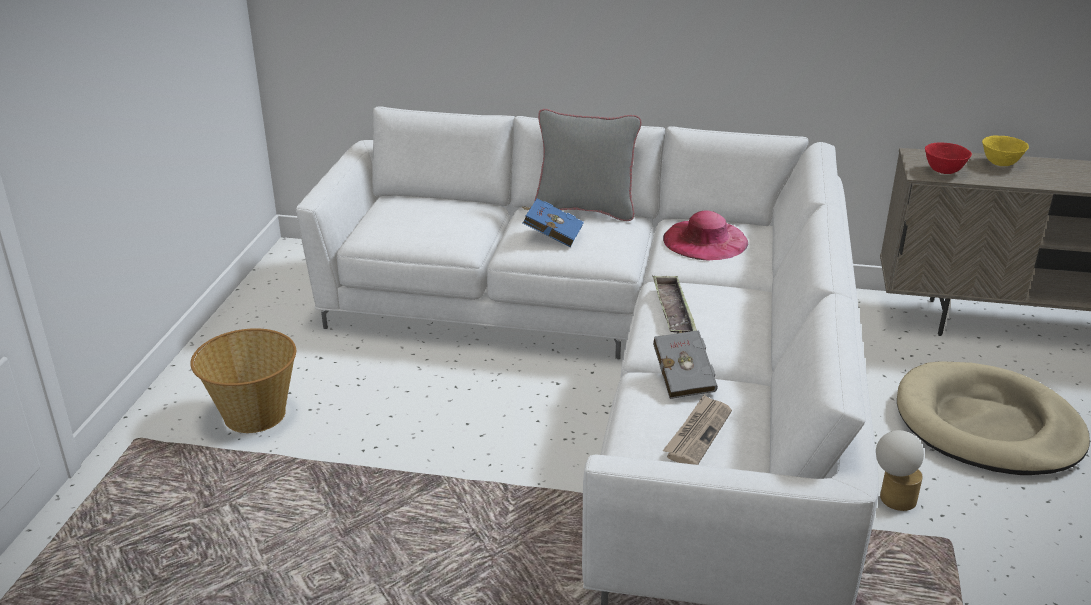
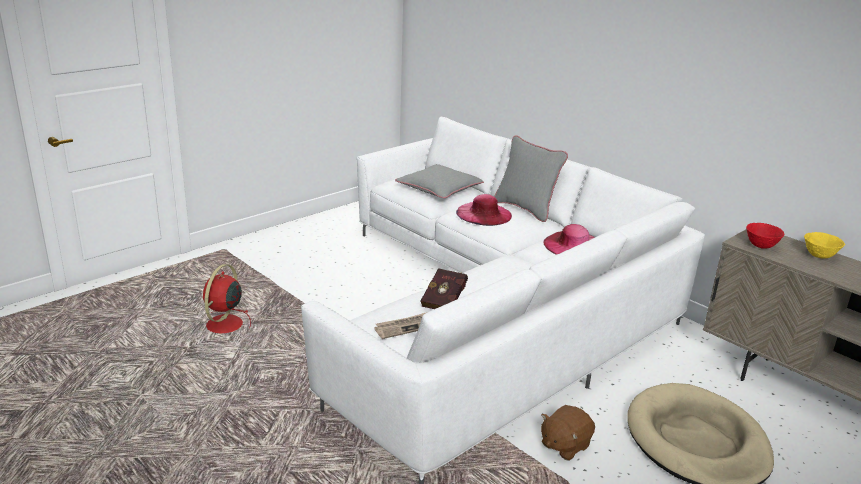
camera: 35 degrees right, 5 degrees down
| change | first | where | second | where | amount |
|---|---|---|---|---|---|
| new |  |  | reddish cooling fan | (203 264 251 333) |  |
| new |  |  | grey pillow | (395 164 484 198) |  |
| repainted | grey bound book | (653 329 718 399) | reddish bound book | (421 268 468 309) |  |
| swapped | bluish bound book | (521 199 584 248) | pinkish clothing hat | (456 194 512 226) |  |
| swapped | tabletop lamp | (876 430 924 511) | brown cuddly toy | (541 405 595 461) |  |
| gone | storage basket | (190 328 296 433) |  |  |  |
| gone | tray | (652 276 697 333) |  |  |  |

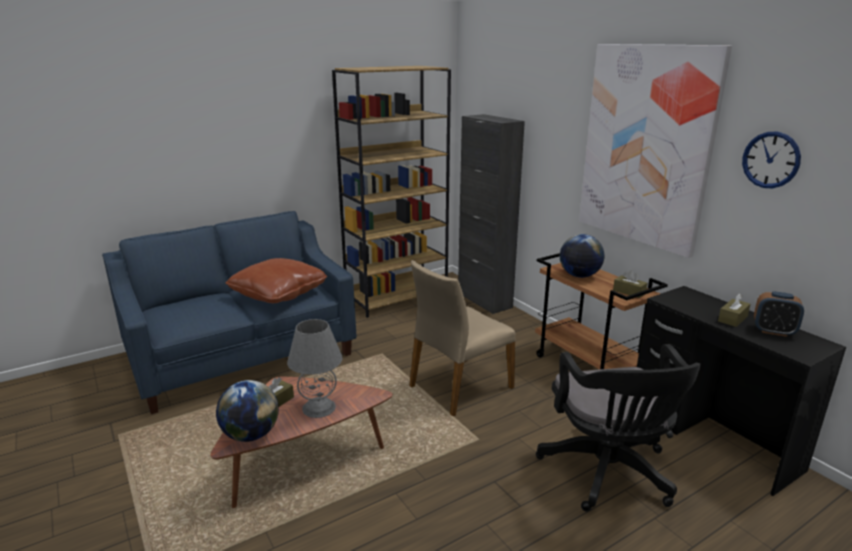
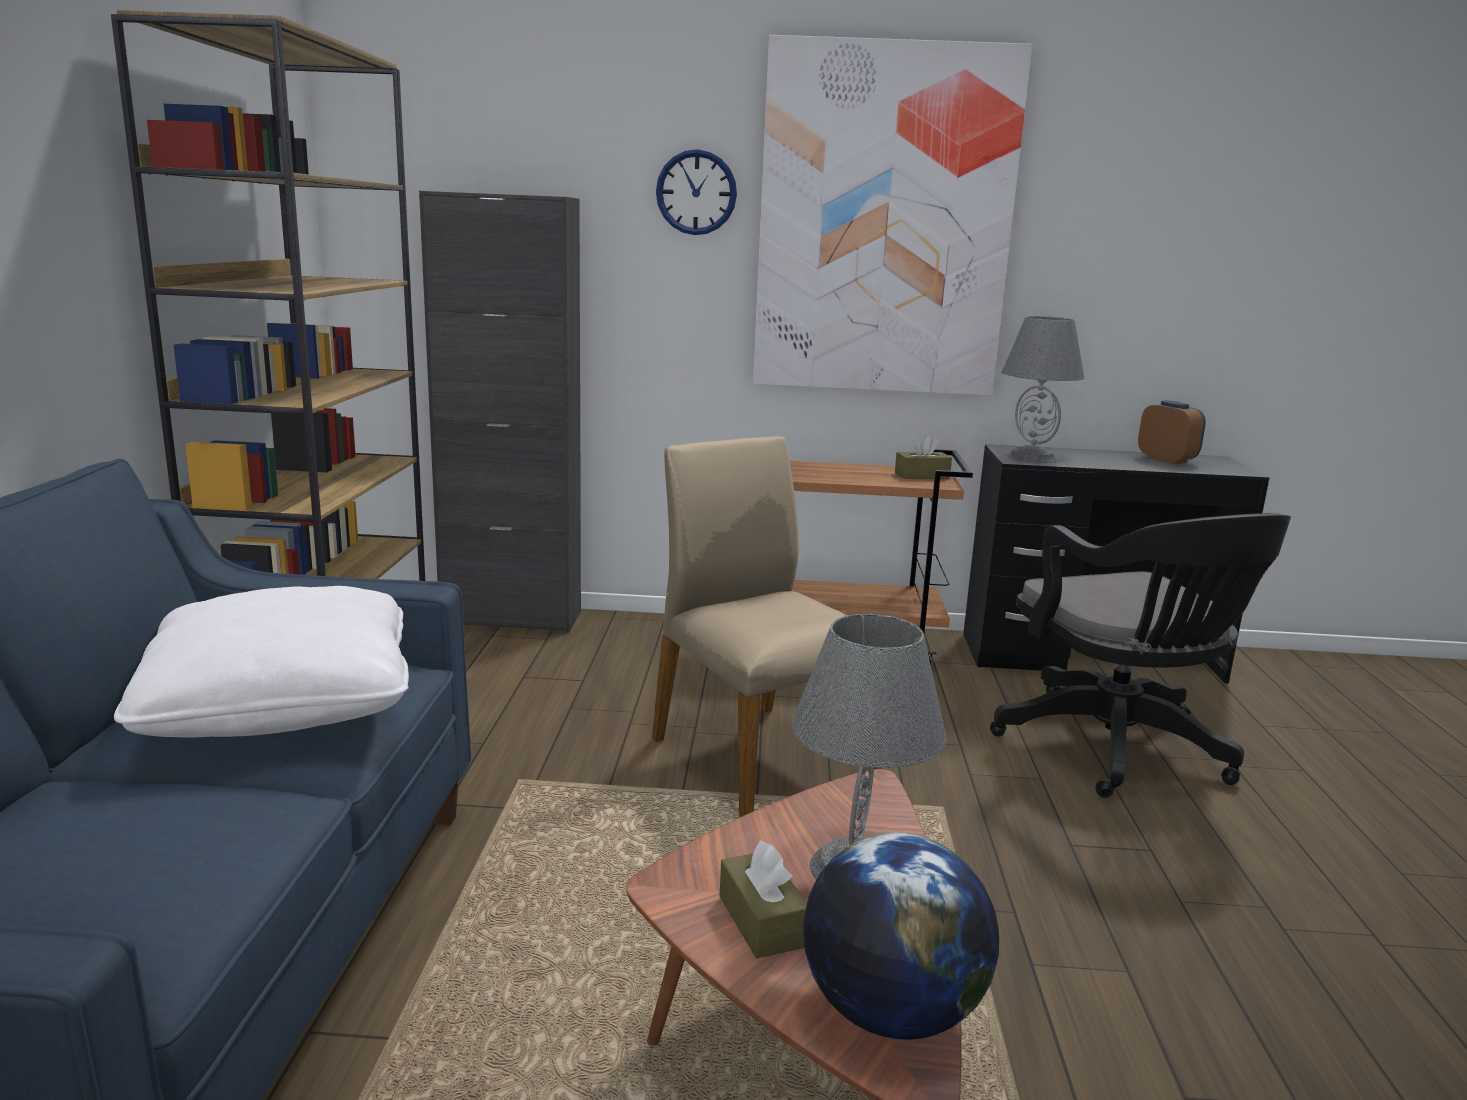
camera: 55 degrees left, 5 degrees down
| change | first | where | second | where | amount |
|---|---|---|---|---|---|
| repainted | brown pillow | (226 258 327 303) | whitish pillow | (114 586 409 738) |  |
| rotated | beige plain chair | (409 260 515 416) |  | (652 436 882 817) | 150 degrees clockwise |
| shifted | hanging clock | (742 131 801 188) |  | (656 149 737 235) |  |
| rotated | black-coloured office chair | (536 344 701 512) |  | (990 513 1291 798) | 45 degrees clockwise |
| new |  |  | grey tabletop lamp | (1002 316 1085 463) |  |
| rotated | alarm clock | (754 292 804 337) |  | (1138 400 1206 464) | 90 degrees counterclockwise |
| gone | globe | (560 234 604 278) |  |  |  |
| gone | brown tissue box | (718 293 751 327) |  |  |  |

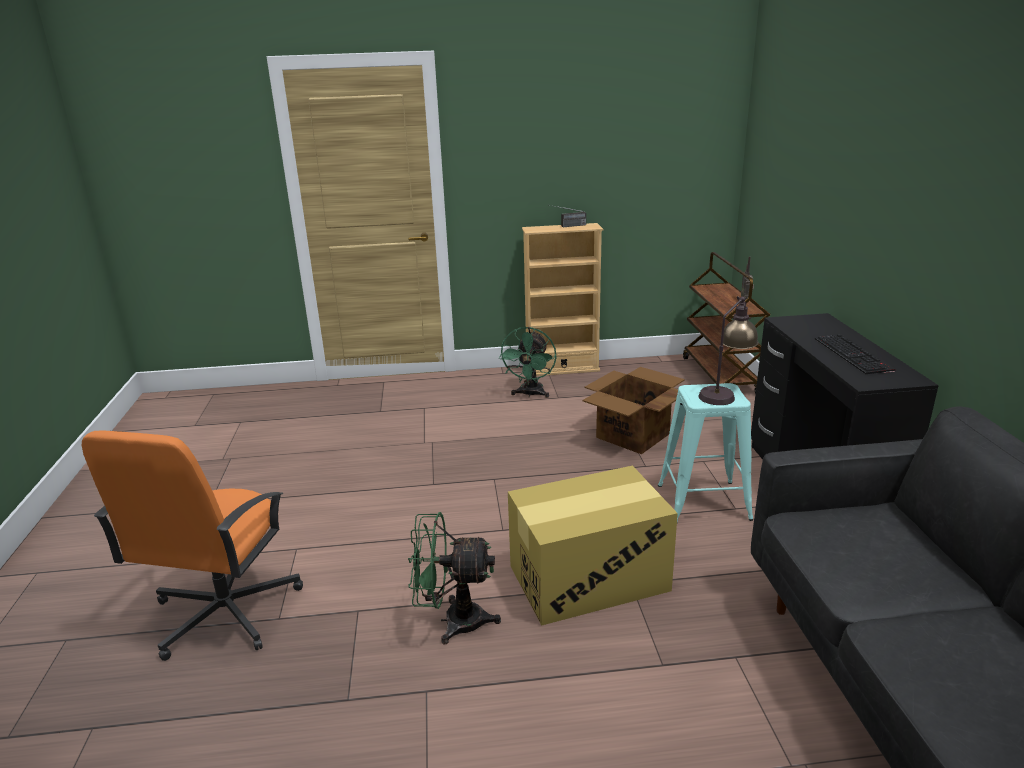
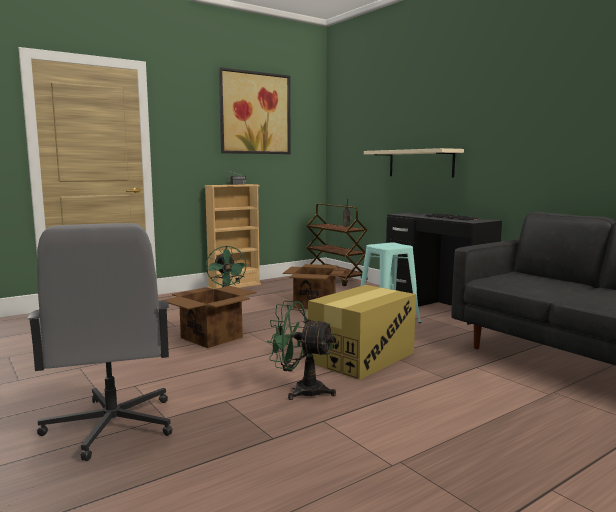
camera: 30 degrees left, 15 degrees down
| change | first | where | second | where | amount |
|---|---|---|---|---|---|
| repainted | orange-coloured office chair | (82 430 303 661) | grey office chair | (27 223 172 461) |  |
| new |  |  | packing box | (165 286 257 348) |  |
| new |  |  | wall art | (219 67 291 154) |  |
| rotated | green-coloured cooling fan | (408 512 501 645) |  | (267 301 336 400) | 45 degrees clockwise |
| new |  |  | beige wall shelf | (364 148 464 178) |  |
| gone | tabletop lamp | (698 296 759 405) |  |  |  |

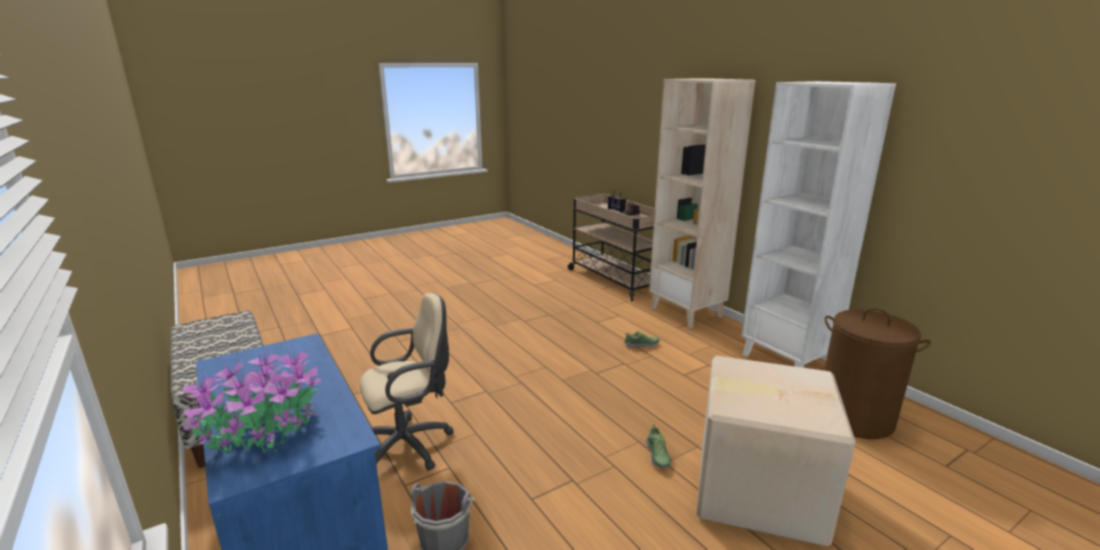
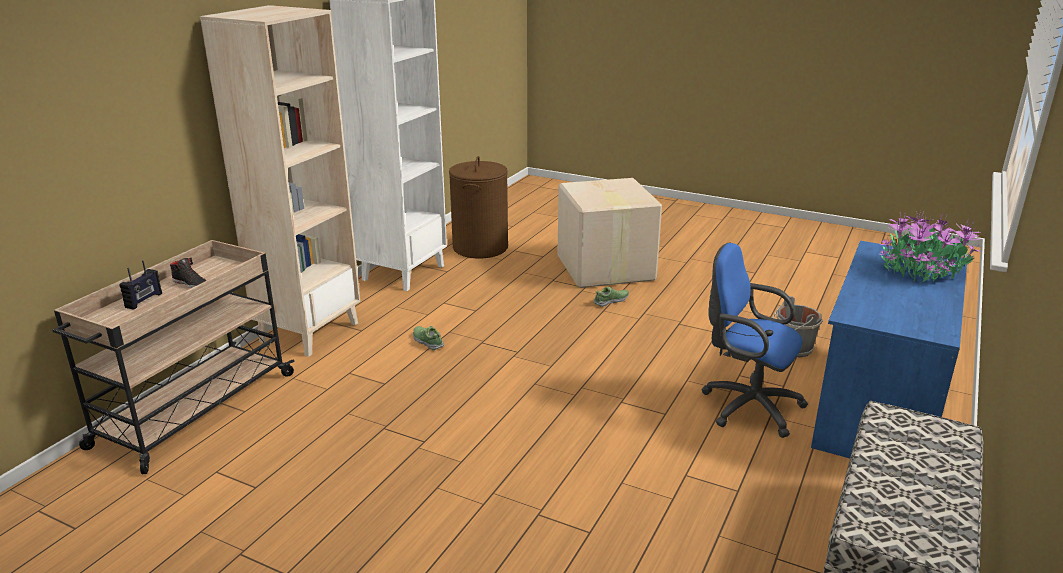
camera: 120 degrees left, 5 degrees up
| change | first | where | second | where | amount |
|---|---|---|---|---|---|
| repainted | beige office chair | (360 293 454 470) | bluish office chair | (702 243 808 438) |  |

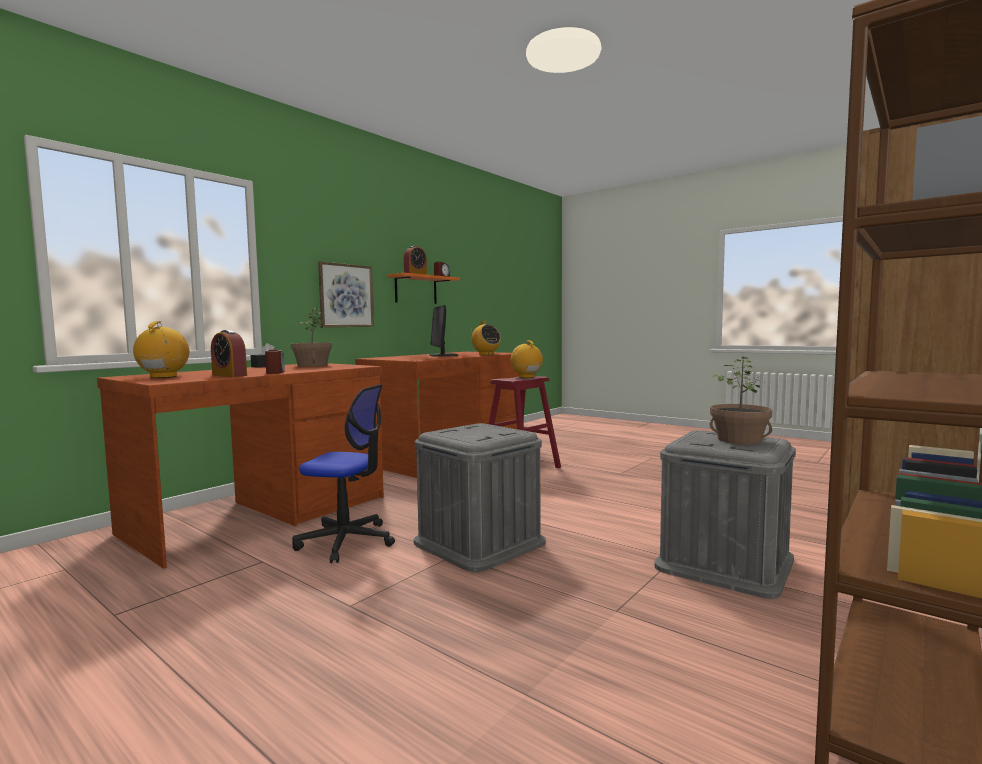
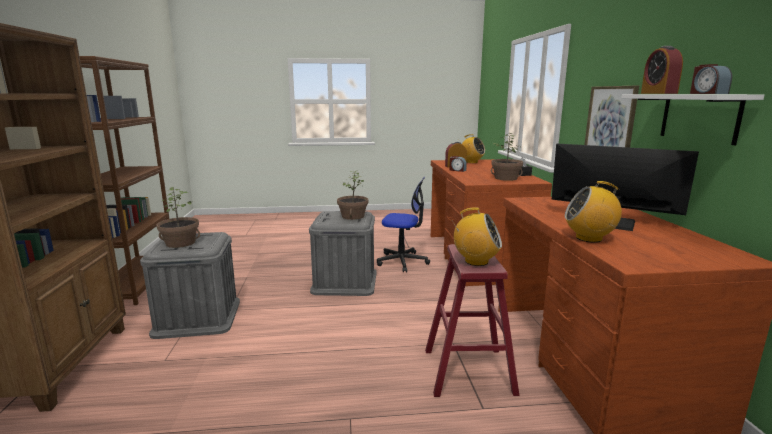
camera: 135 degrees right, 10 degrees up
| change | first | where | second | where | amount |
|---|---|---|---|---|---|
| new |  |  | potted plant | (337 171 368 220) |  |
| rotated | office chair | (292 384 395 563) |  | (377 177 430 273) | 135 degrees counterclockwise |
| repainted | orange-coloured wall shelf | (387 273 460 304) | whitish wall shelf | (621 94 764 145) |  |

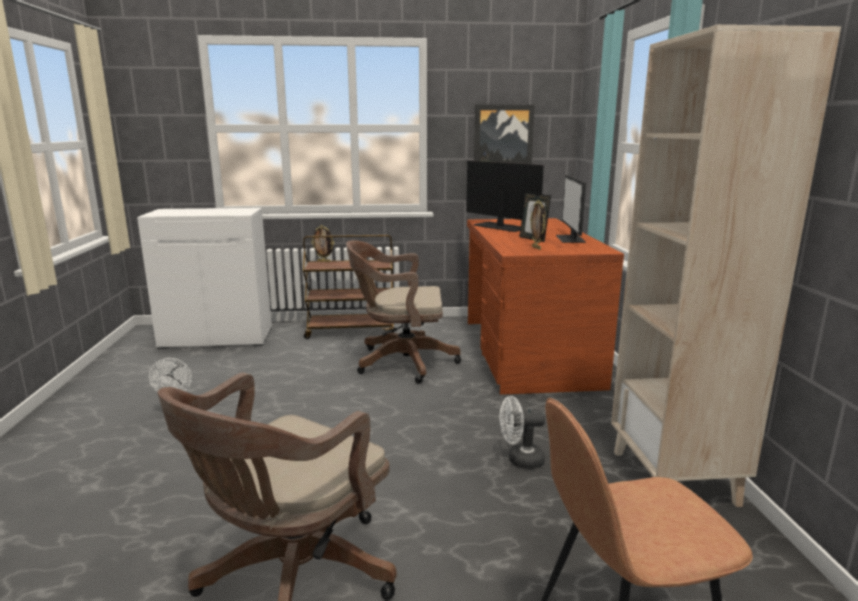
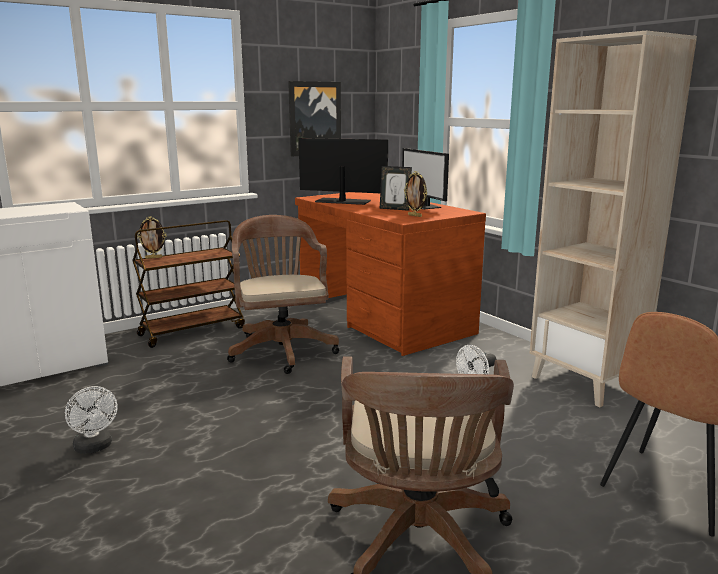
camera: 30 degrees left, 0 degrees up
| change | first | where | second | where | amount |
|---|---|---|---|---|---|
| rotated | brown office chair | (346 240 461 384) |  | (227 215 339 374) | 105 degrees clockwise |

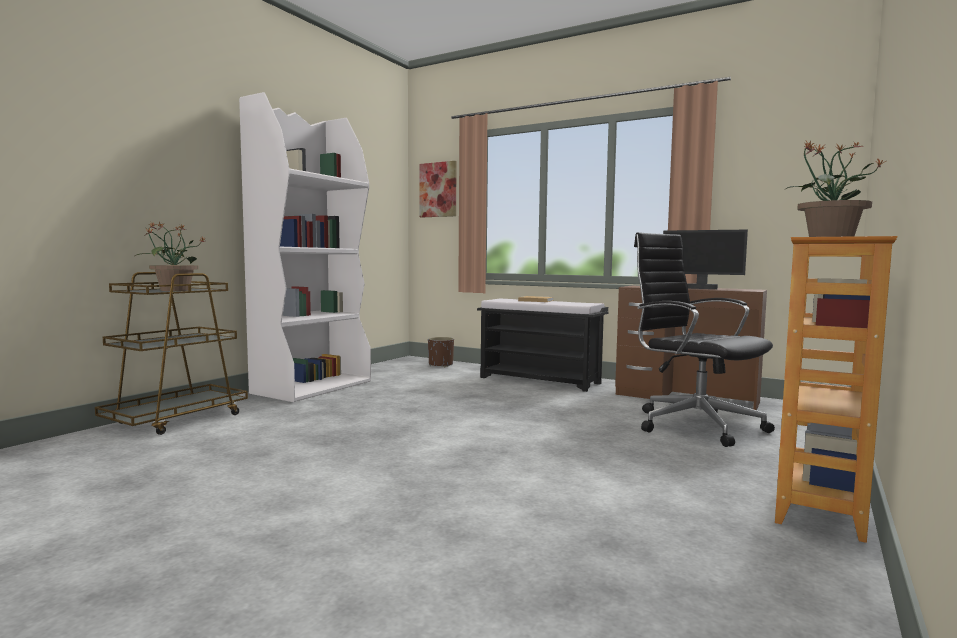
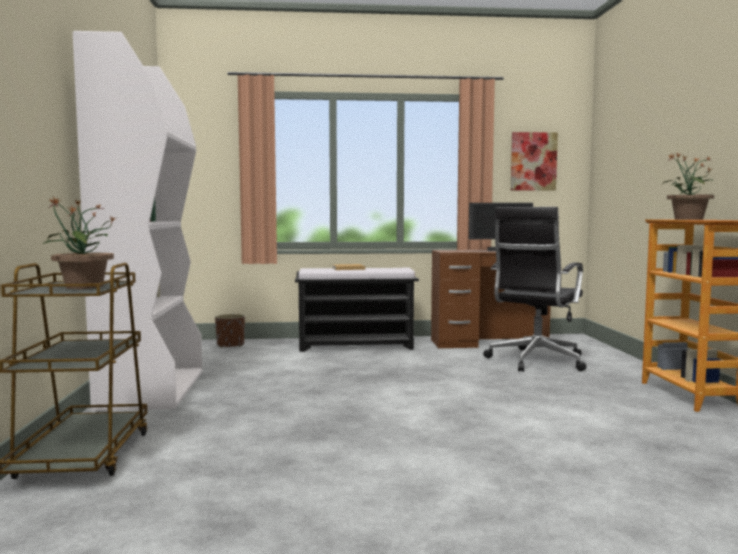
camera: 35 degrees left, 0 degrees up
| change | first | where | second | where | amount |
|---|---|---|---|---|---|
| rotated | black-coloured office chair | (634 232 775 447) |  | (483 207 587 372) | 75 degrees counterclockwise |
| shifted | wall art | (420 161 457 218) |  | (511 132 558 191) |  |

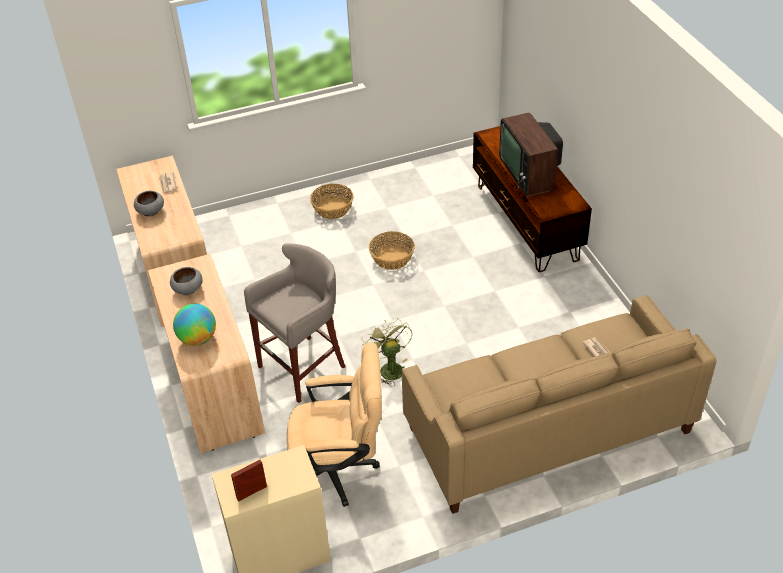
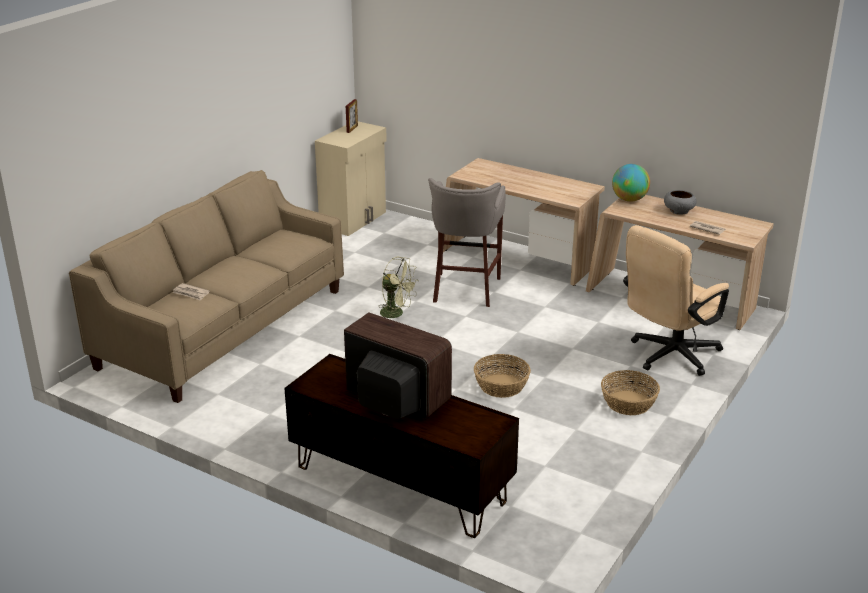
camera: 140 degrees right, 15 degrees down
| change | first | where | second | where | amount |
|---|---|---|---|---|---|
| shifted | globe | (173 304 216 346) |  | (612 164 650 202) |  |
| shifted | beige office chair | (287 342 382 507) |  | (623 225 729 376) |  |
| gone | grey deep dish | (170 267 203 295) |  |  |  |

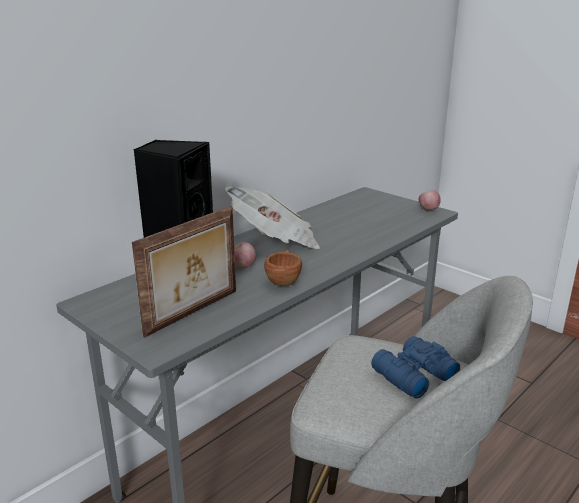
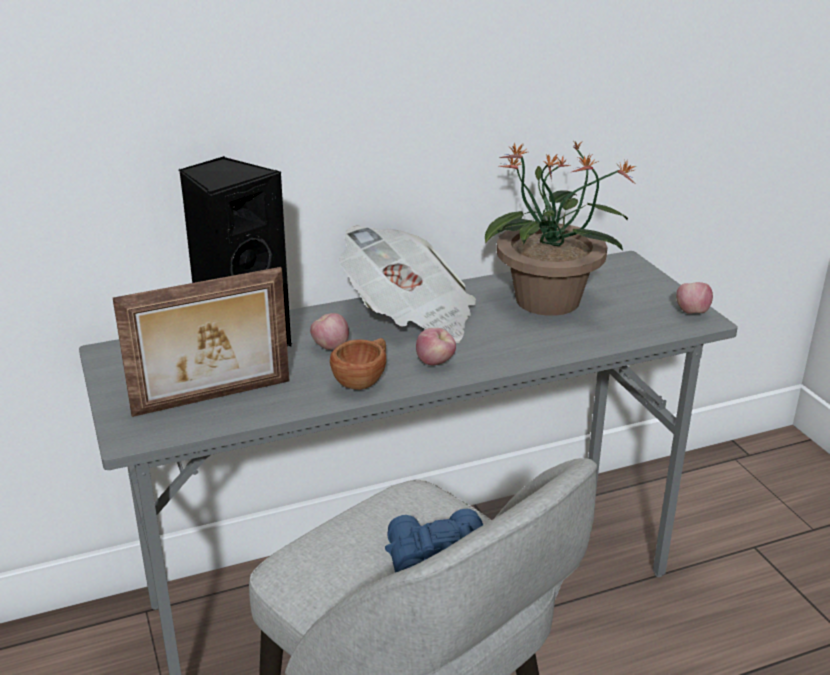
camera: 25 degrees right, 5 degrees up
| change | first | where | second | where | amount |
|---|---|---|---|---|---|
| new |  |  | whole apple | (416 328 456 365) |  |
| new |  |  | potted plant | (485 140 636 316) |  |

